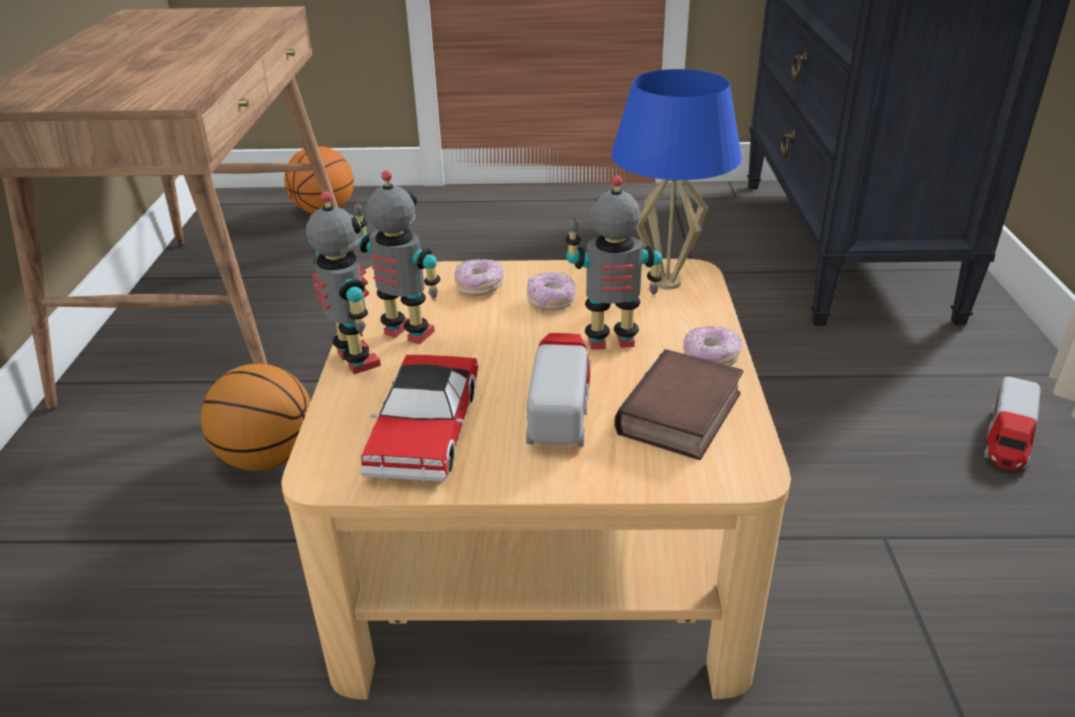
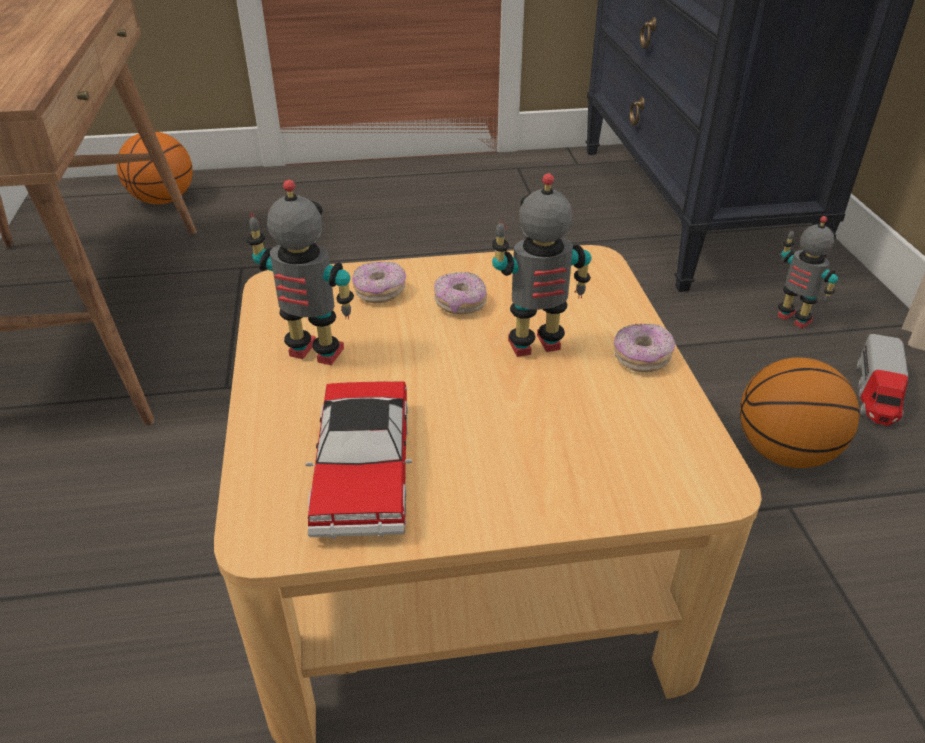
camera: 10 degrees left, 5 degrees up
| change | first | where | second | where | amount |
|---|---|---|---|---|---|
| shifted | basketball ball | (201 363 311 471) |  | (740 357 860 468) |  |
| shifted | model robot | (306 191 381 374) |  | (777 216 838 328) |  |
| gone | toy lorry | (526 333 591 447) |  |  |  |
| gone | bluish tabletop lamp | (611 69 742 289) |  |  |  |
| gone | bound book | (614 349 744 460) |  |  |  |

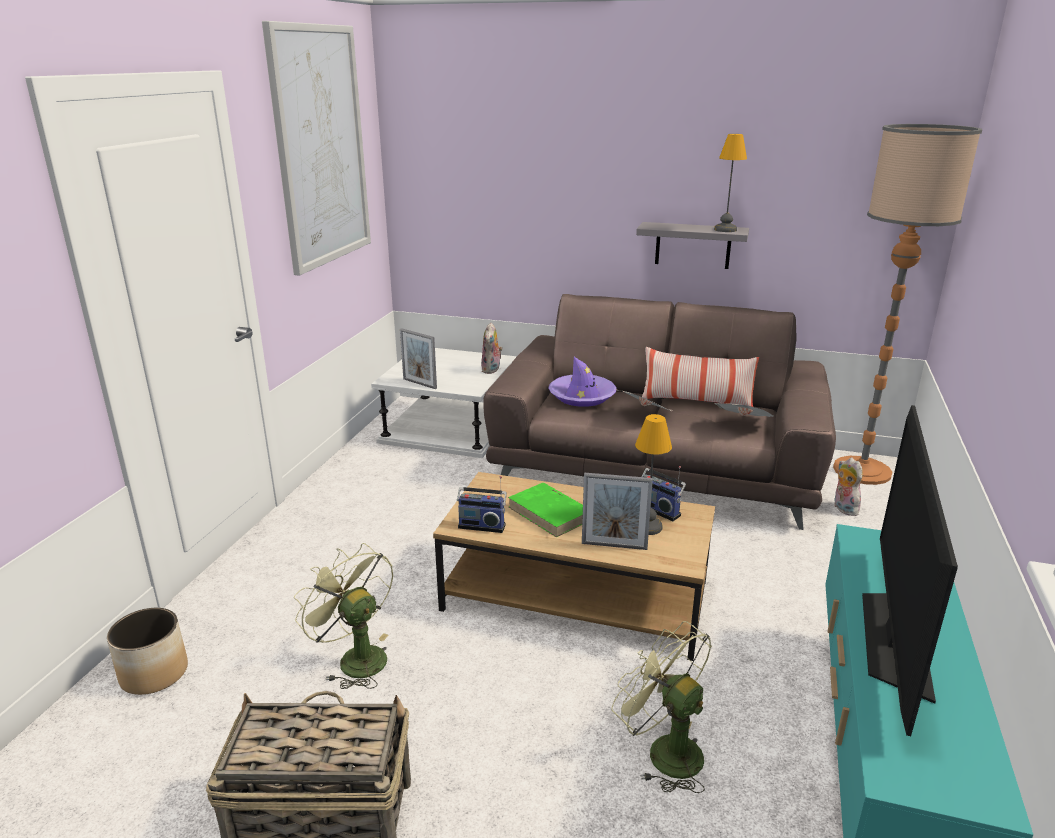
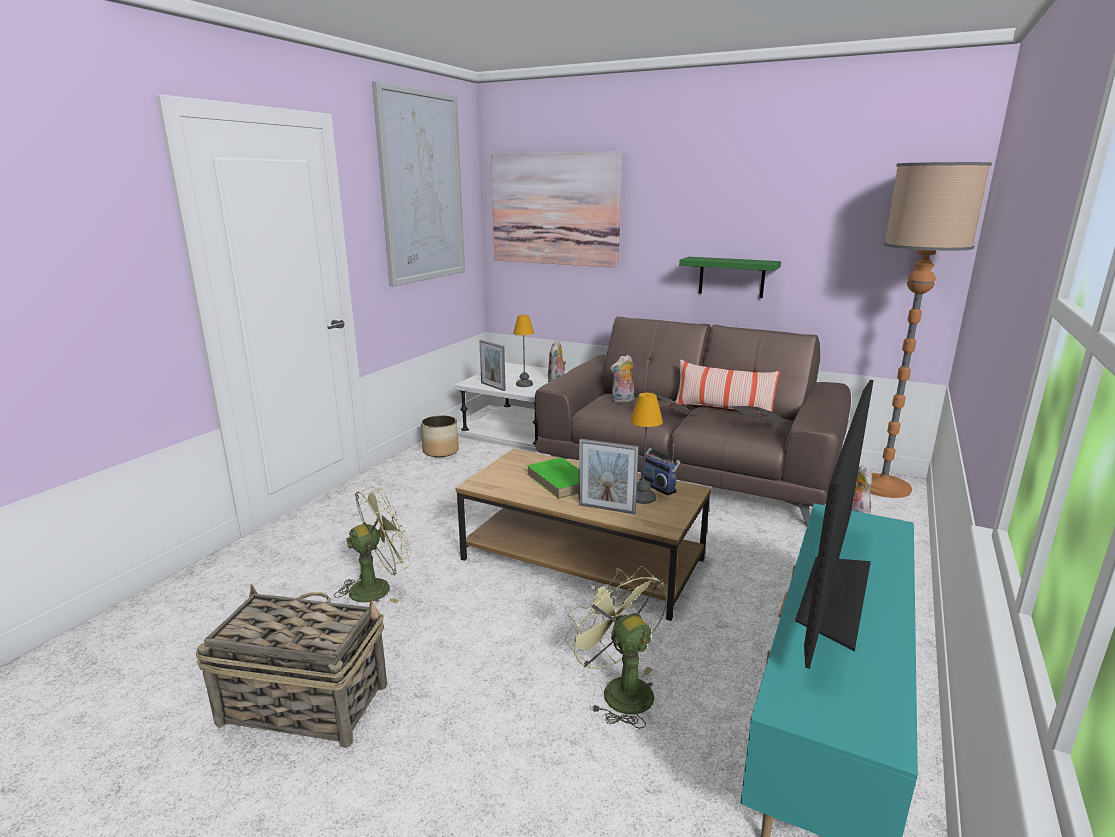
camera: 10 degrees right, 5 degrees down
| change | first | where | second | where | amount |
|---|---|---|---|---|---|
| rotated | green-coloured cooling fan | (294 543 393 689) |  | (334 487 412 604) | 90 degrees clockwise |
| shifted | planter | (107 608 188 695) |  | (421 415 459 457) |  |
| new |  |  | wall art | (491 151 622 268) |  |
| shifted | tabletop lamp | (714 134 747 232) |  | (513 315 534 387) |  |
| swapped | purple-coloured clothing hat | (548 357 617 407) | cuddly toy | (610 355 634 403) |  |
| repainted | grey wall shelf | (636 222 749 269) | green-coloured wall shelf | (679 257 781 298) |  |
| gone | radio | (457 476 507 533) |  |  |  |

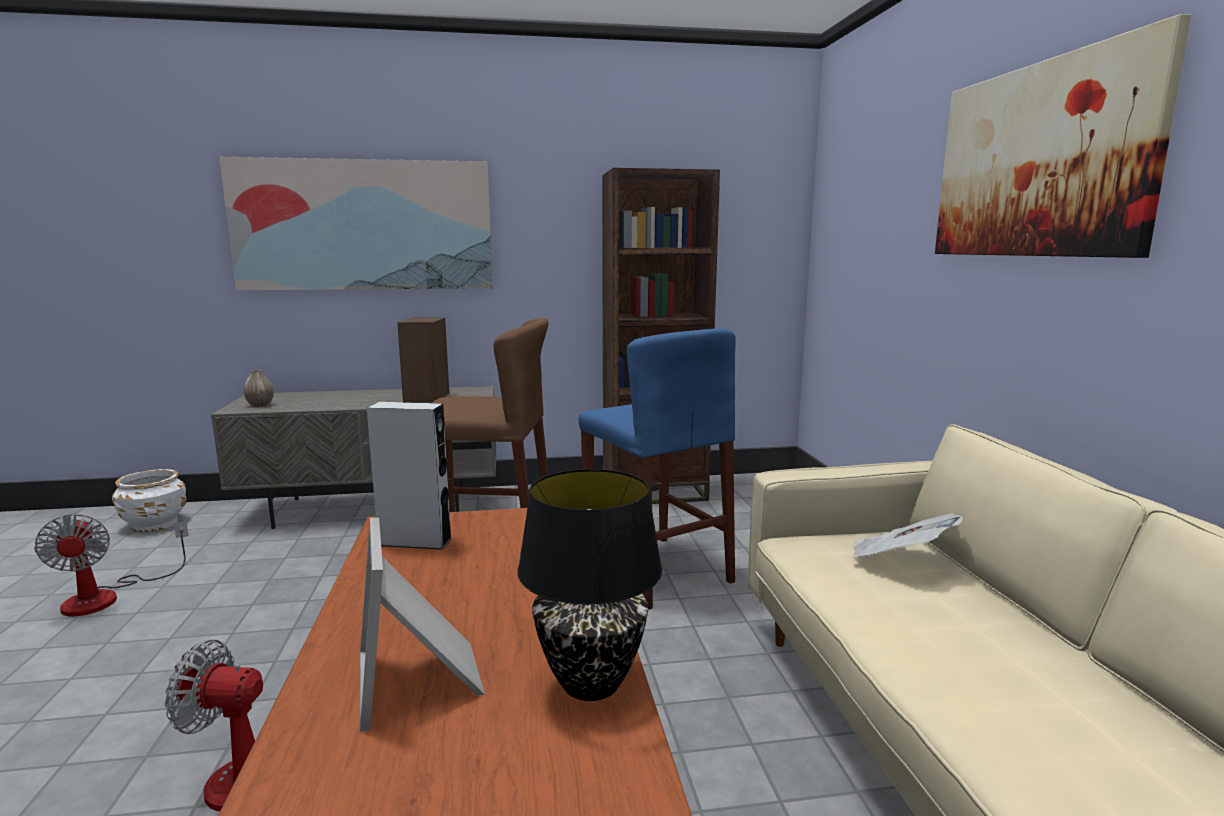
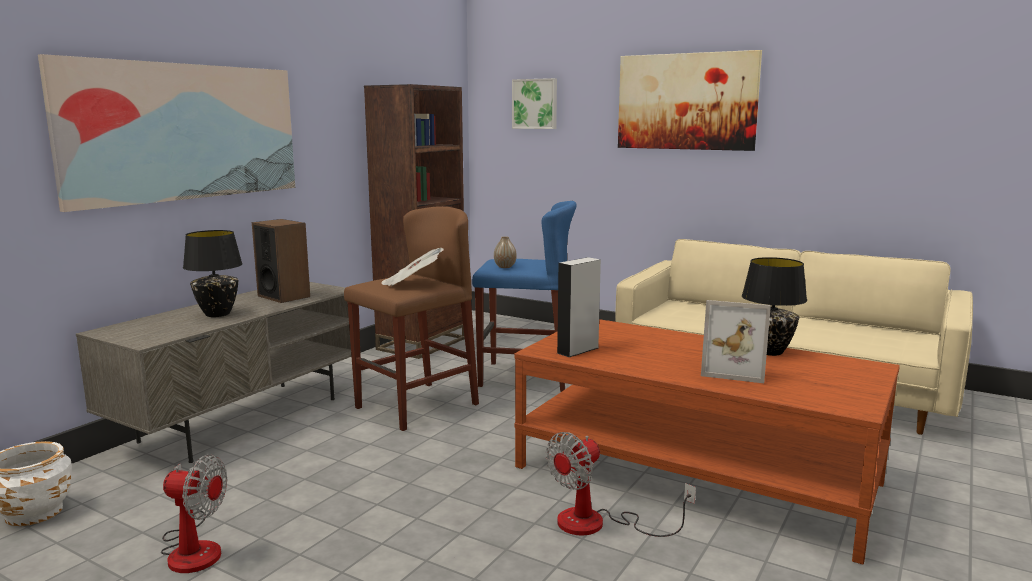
camera: 50 degrees left, 0 degrees up
| change | first | where | second | where | amount |
|---|---|---|---|---|---|
| new |  |  | black-coloured tabletop lamp | (183 230 243 317) |  |
| shifted | daily paper | (852 513 963 558) |  | (381 248 444 286) |  |
| shifted | flower vase | (244 370 274 407) |  | (494 236 517 268) |  |
| new |  |  | wall art | (512 78 557 129) |  |

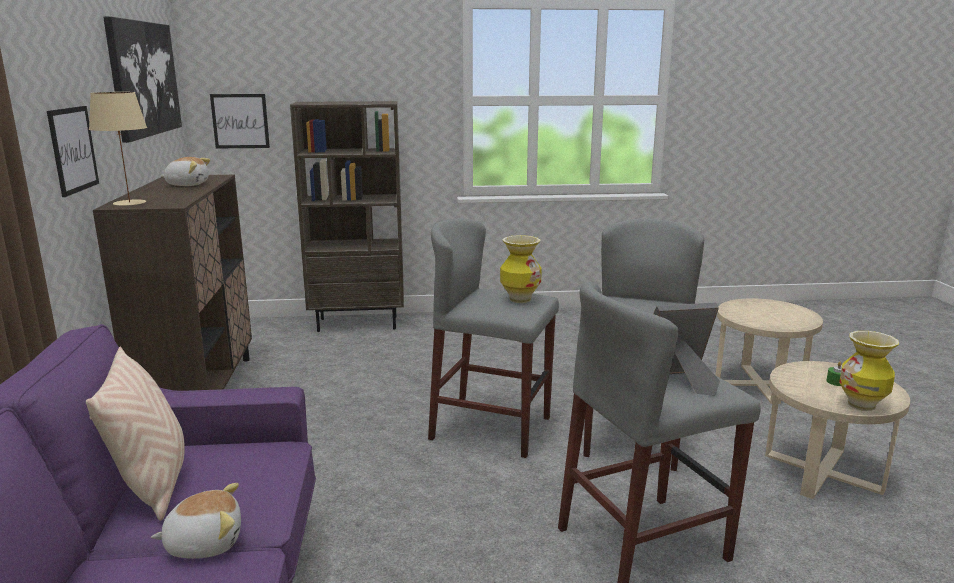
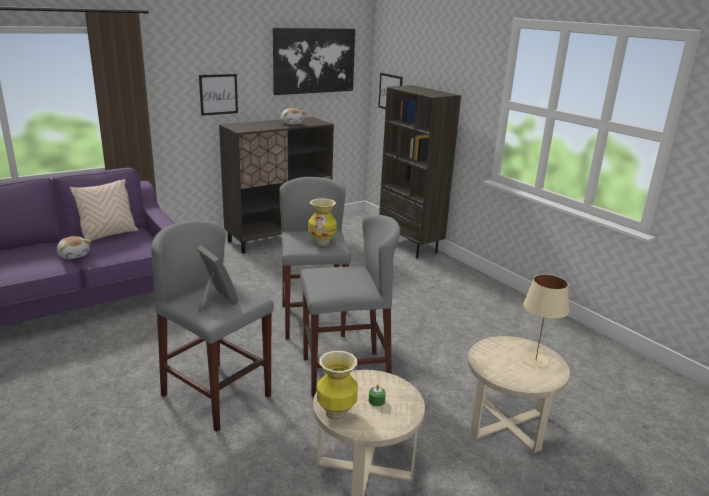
camera: 60 degrees right, 5 degrees up
| change | first | where | second | where | amount |
|---|---|---|---|---|---|
| shifted | beige tabletop lamp | (89 92 147 206) |  | (523 274 569 367) |  |

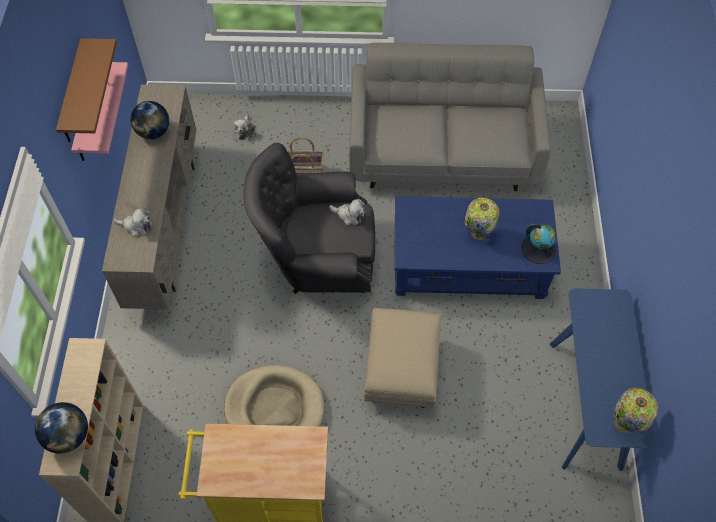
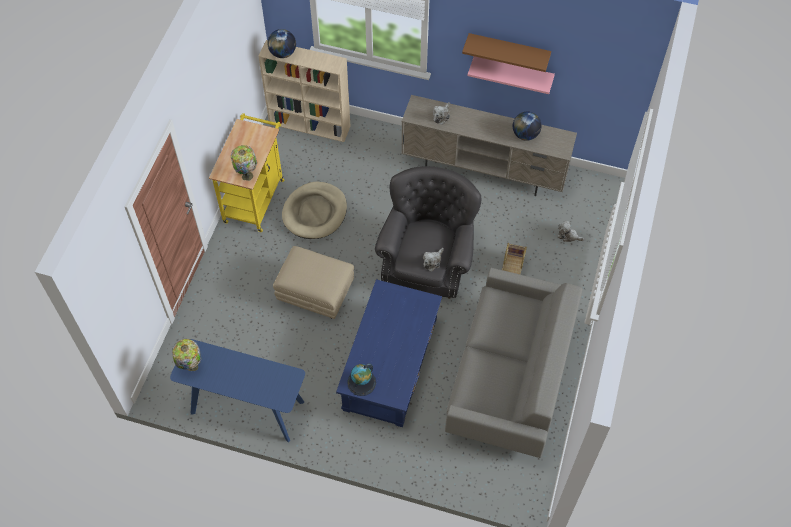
camera: 105 degrees right, 0 degrees up
| change | first | where | second | where | amount |
|---|---|---|---|---|---|
| shifted | tabletop lamp | (465 198 499 240) |  | (231 145 257 181) |  |

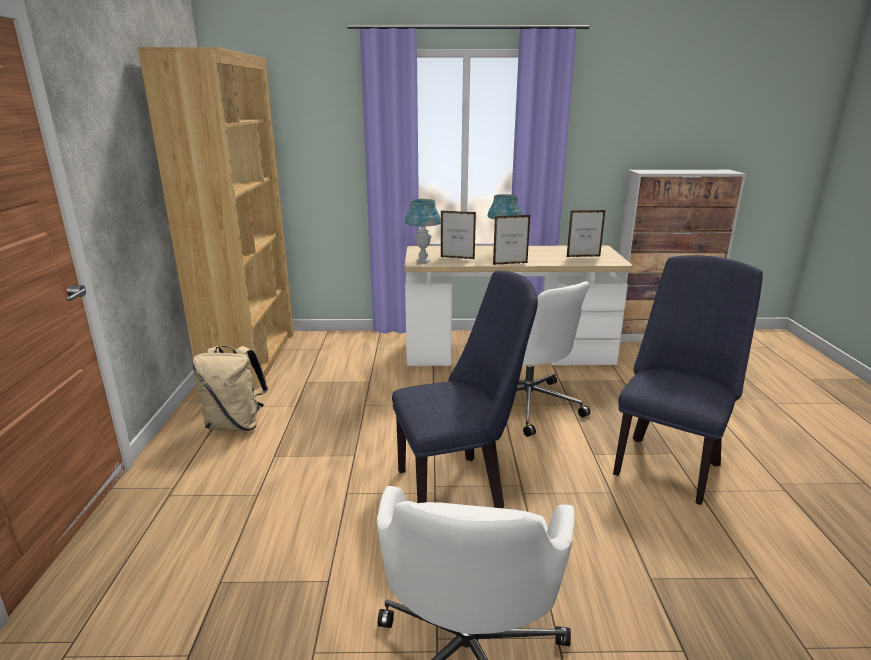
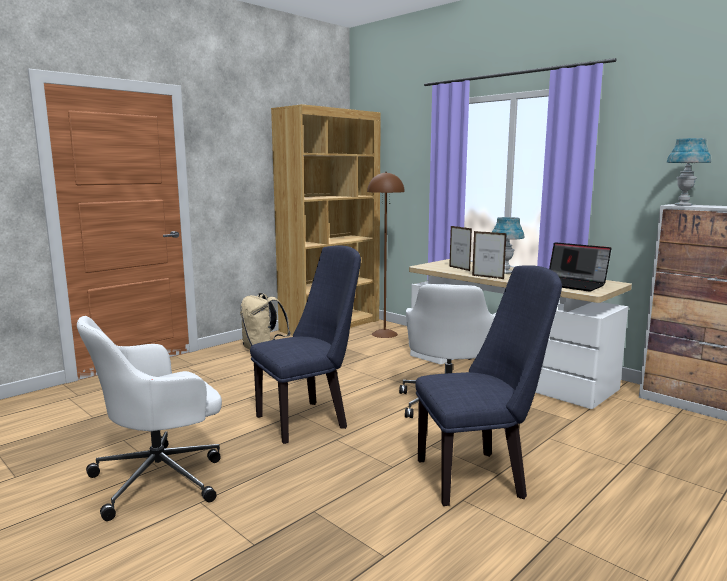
camera: 45 degrees right, 10 degrees down
| change | first | where | second | where | amount |
|---|---|---|---|---|---|
| rotated | bluish plain chair | (392 271 538 508) |  | (250 245 361 444) | 60 degrees counterclockwise |
| new |  |  | brown standard lamp | (367 172 405 338) |  |
| swapped | picture frame | (567 210 605 257) | notebook computer | (549 242 611 292) |  |
| shifted | bluish tabletop lamp | (405 199 441 263) |  | (667 138 711 205) |  |

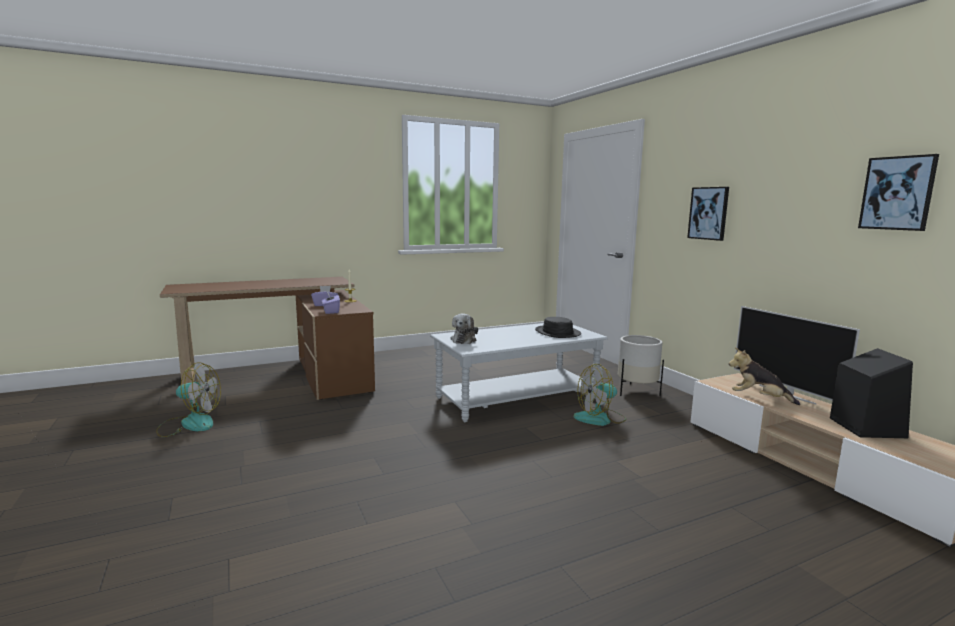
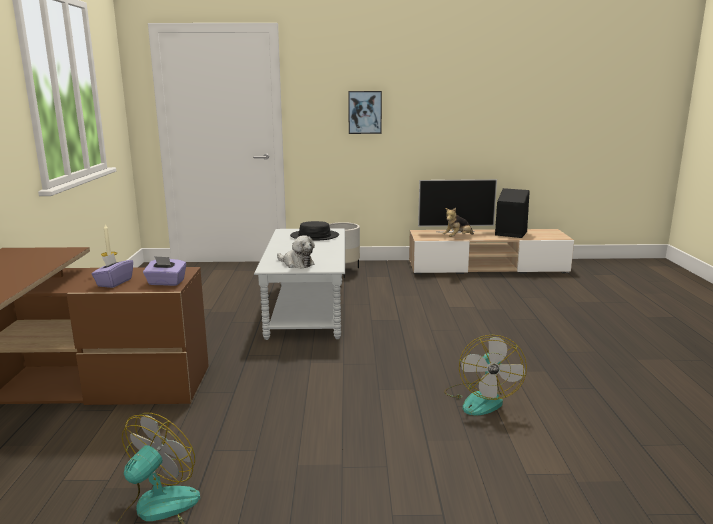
camera: 65 degrees left, 5 degrees up
| change | first | where | second | where | amount |
|---|---|---|---|---|---|
| shifted | cooling fan | (574 364 626 426) |  | (444 335 527 416) |  |
| gone | wall art | (858 154 939 231) |  |  |  |

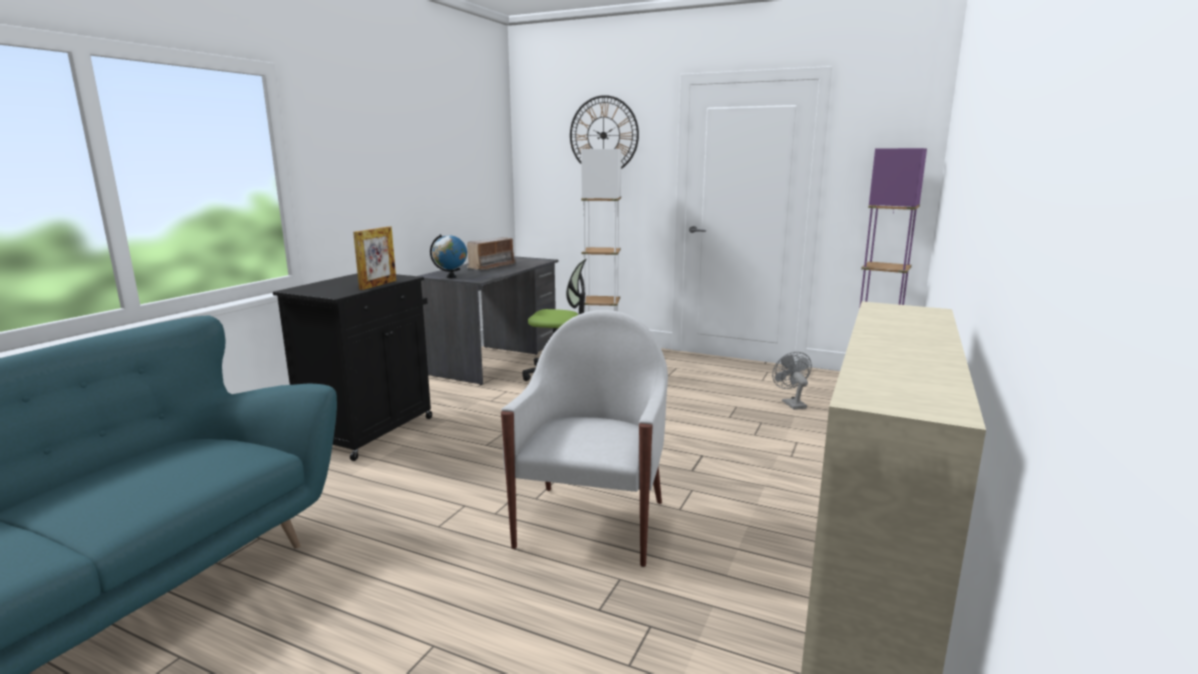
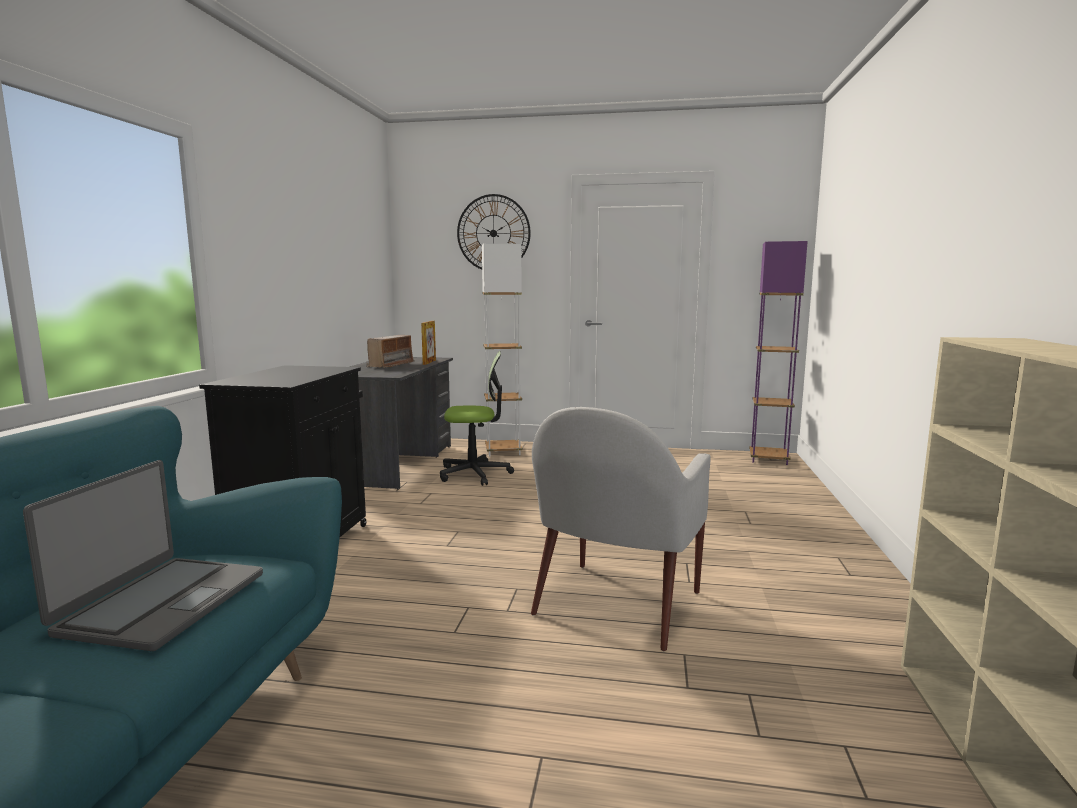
camera: 15 degrees left, 5 degrees down
| change | first | where | second | where | amount |
|---|---|---|---|---|---|
| new |  |  | notebook computer | (23 460 263 651) |  |
| shifted | picture frame | (353 226 396 290) |  | (421 321 436 365) |  |
| rotated | whitish easy chair | (501 310 668 567) |  | (531 407 711 651) | 150 degrees counterclockwise |
| gone | globe | (430 234 467 278) |  |  |  |
| gone | grey cooling fan | (772 352 812 410) |  |  |  |

